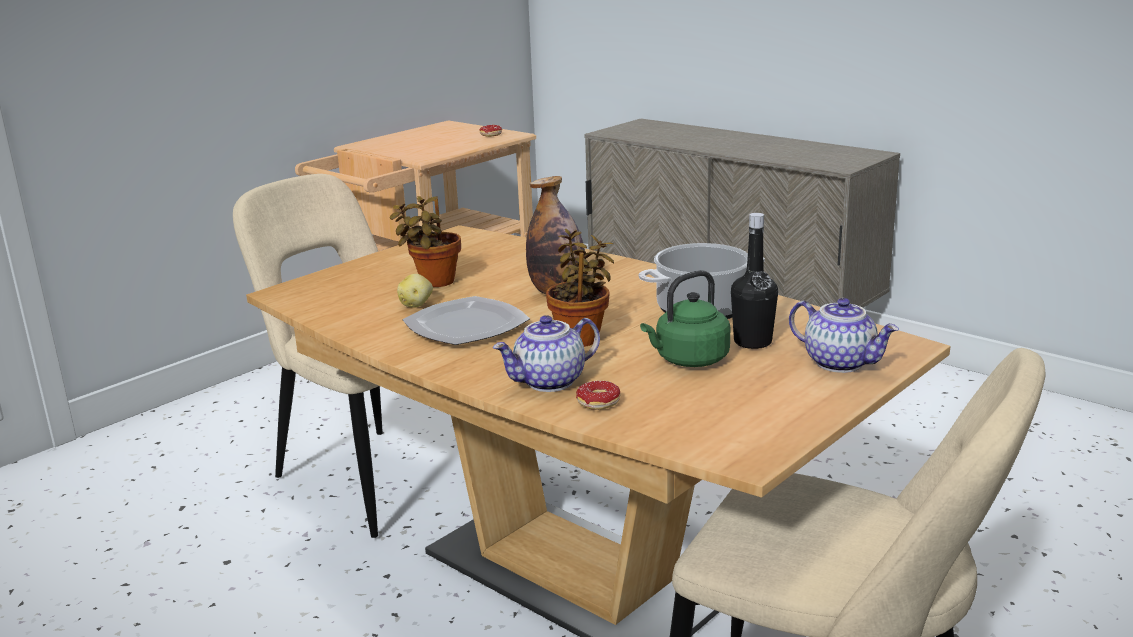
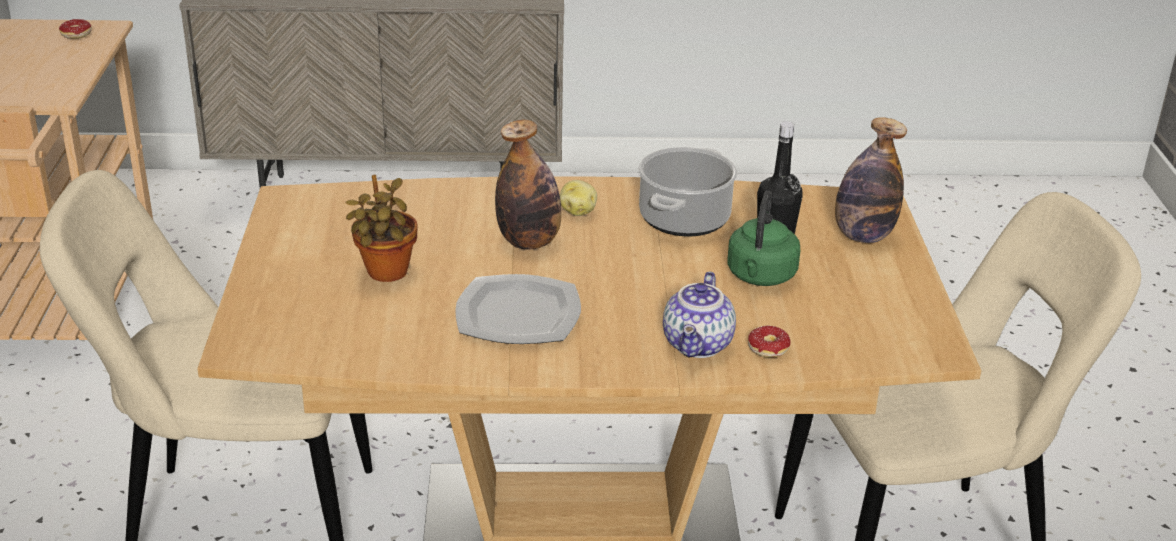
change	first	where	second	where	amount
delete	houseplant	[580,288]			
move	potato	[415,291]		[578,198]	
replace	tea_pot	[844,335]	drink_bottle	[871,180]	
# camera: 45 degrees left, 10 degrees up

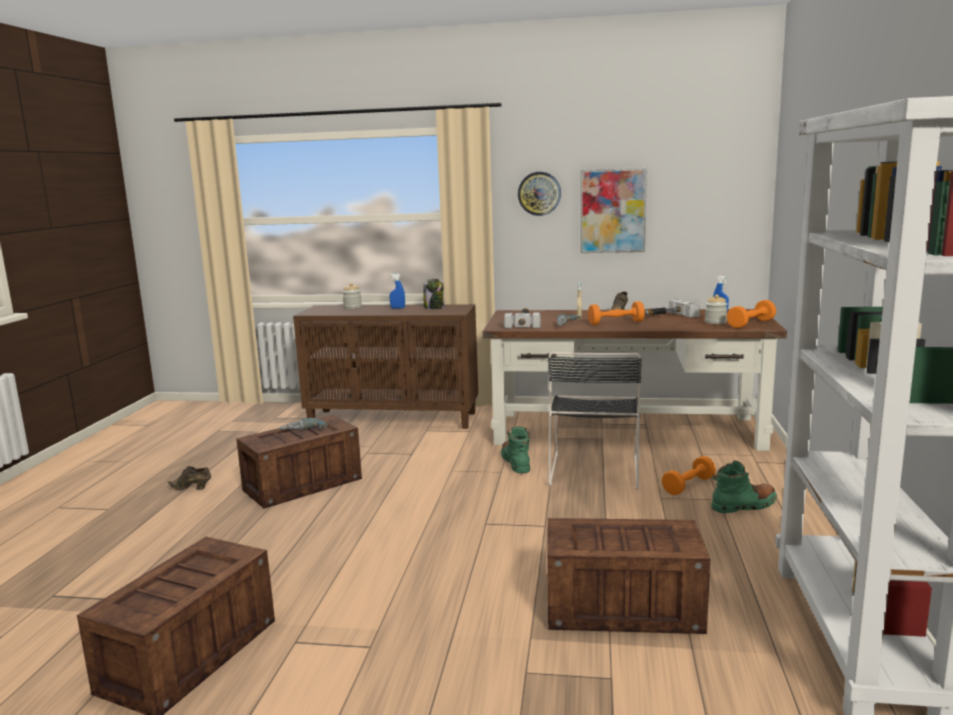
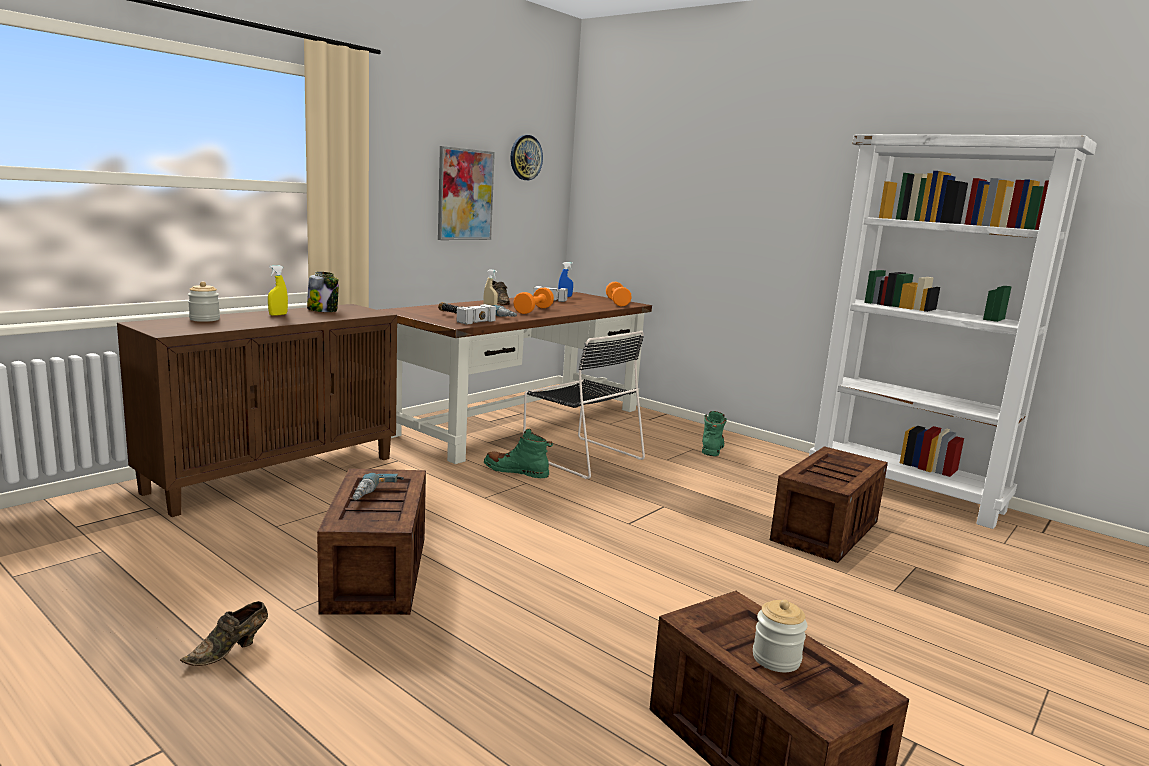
change	first	where	second	where	amount
delete	orange-coloured_free_weight	[689,475]			
move	hanging_clock	[539,194]		[527,157]	
move	jar	[716,309]		[780,635]	
recolor	blue_sprayer	[397,291]	yellow_sprayer	[278,290]	
# camera: 60 degrees left, 0 degrees up

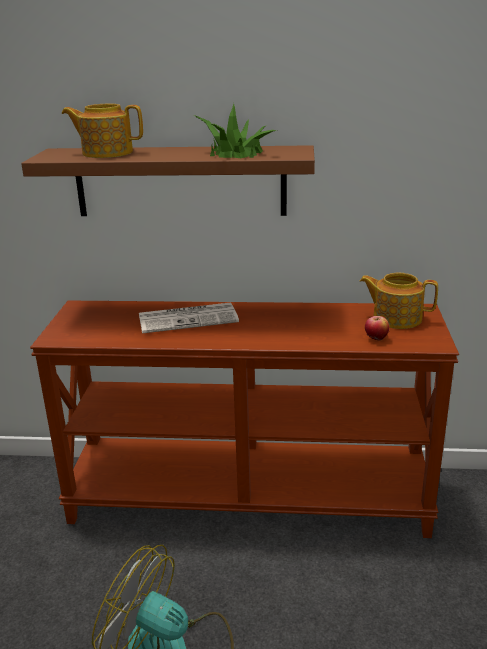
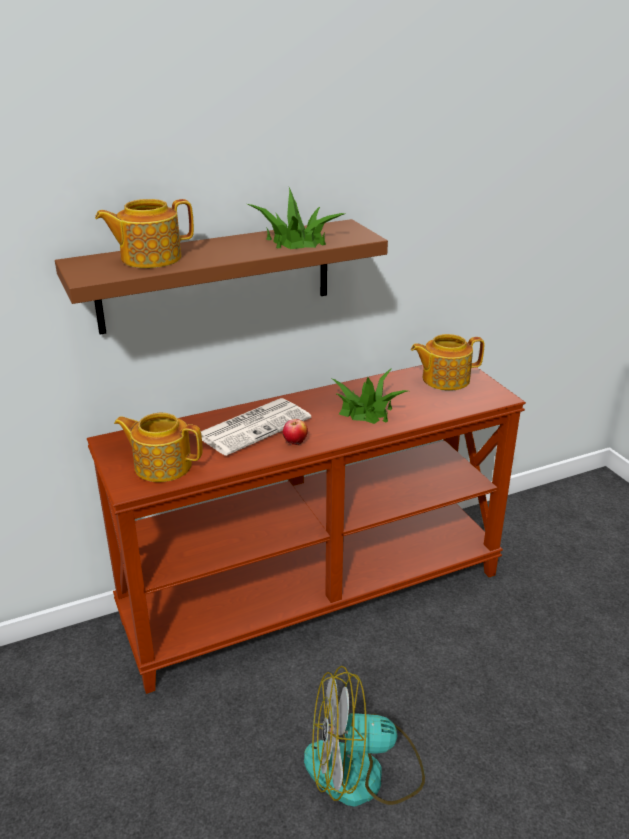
change	first	where	second	where	amount
insert			tea_pot	[158,447]	
insert			houseplant	[370,396]	
move	apple	[377,328]		[295,432]	
# camera: 30 degrees left, 5 degrees up

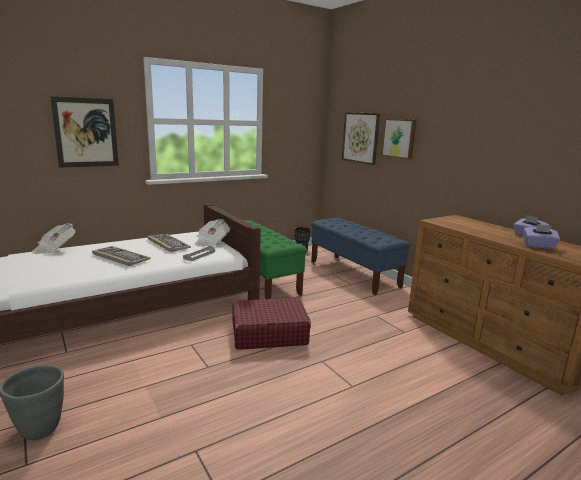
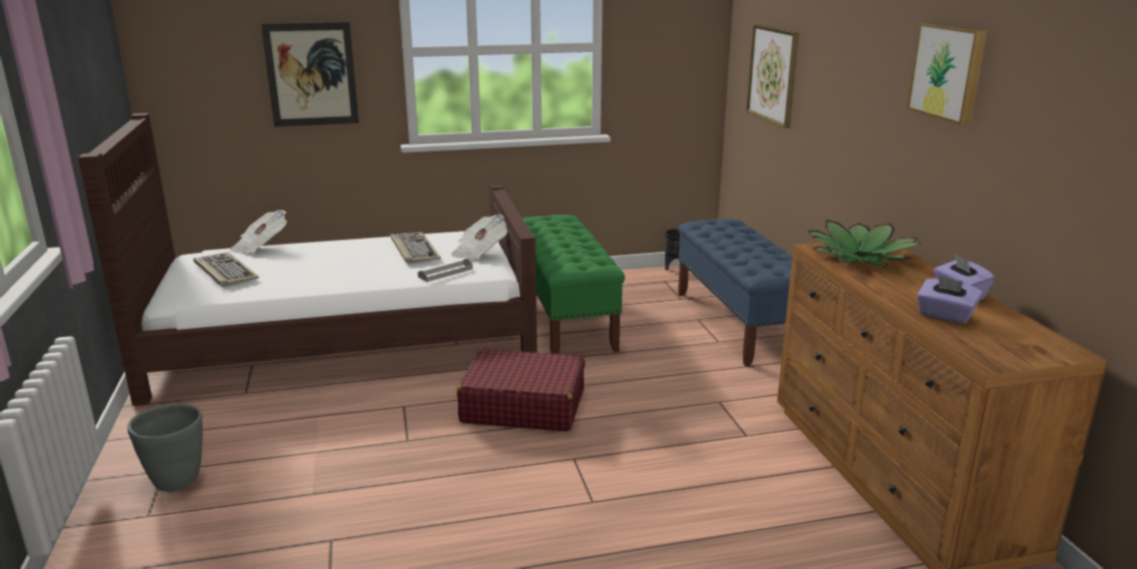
change	first	where	second	where	amount
insert			houseplant	[865,243]	
move	keyboard	[121,256]		[226,269]	
move	wall_art	[399,139]		[947,73]	
# camera: 20 degrees right, 5 degrees up

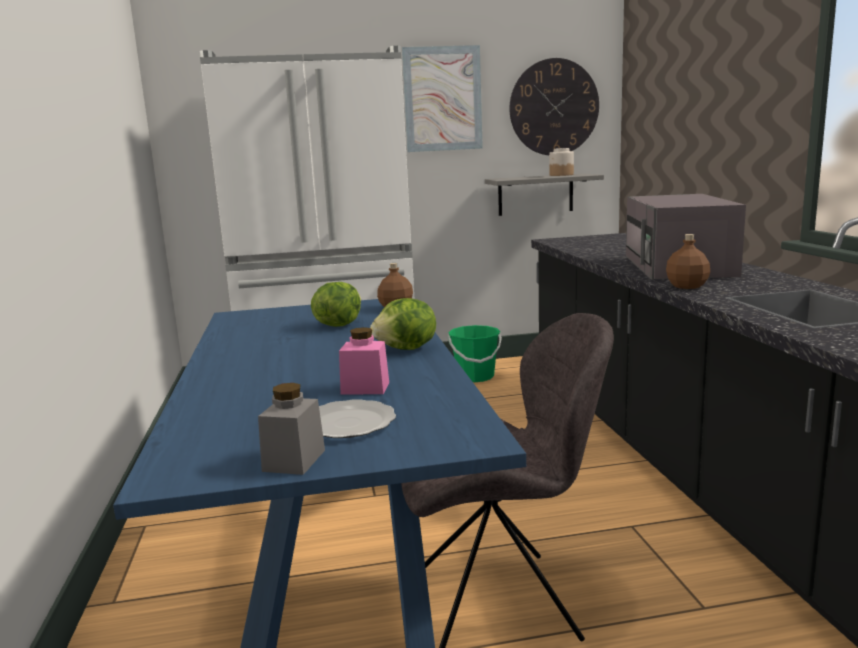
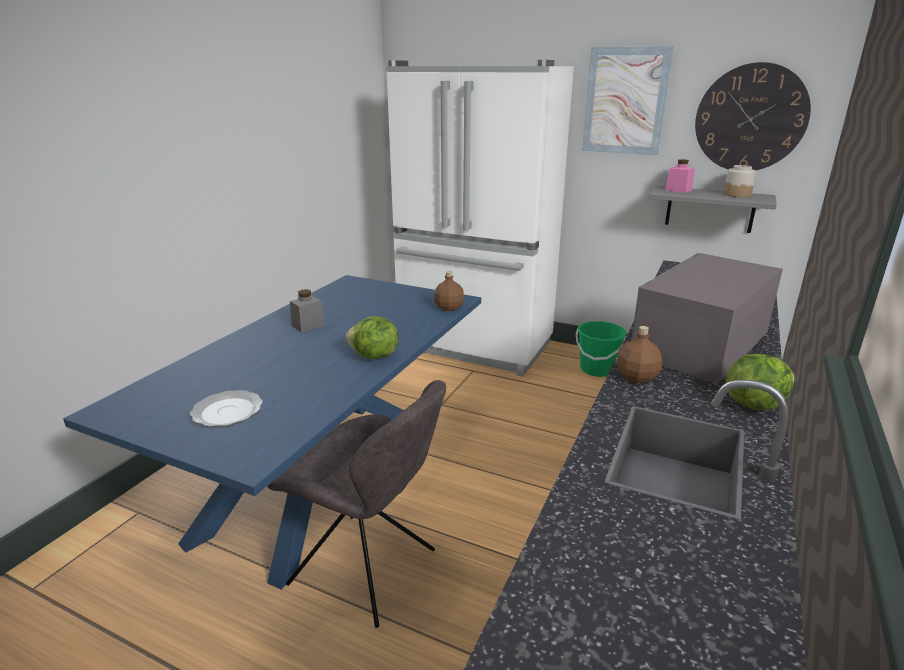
change	first	where	second	where	amount
move	gray_jar	[291,429]		[307,311]	
move	head_of_lettuce	[336,304]		[760,382]	
move	pink-coloured_jar	[364,360]		[680,176]	
# camera: 35 degrees right, 10 degrees up

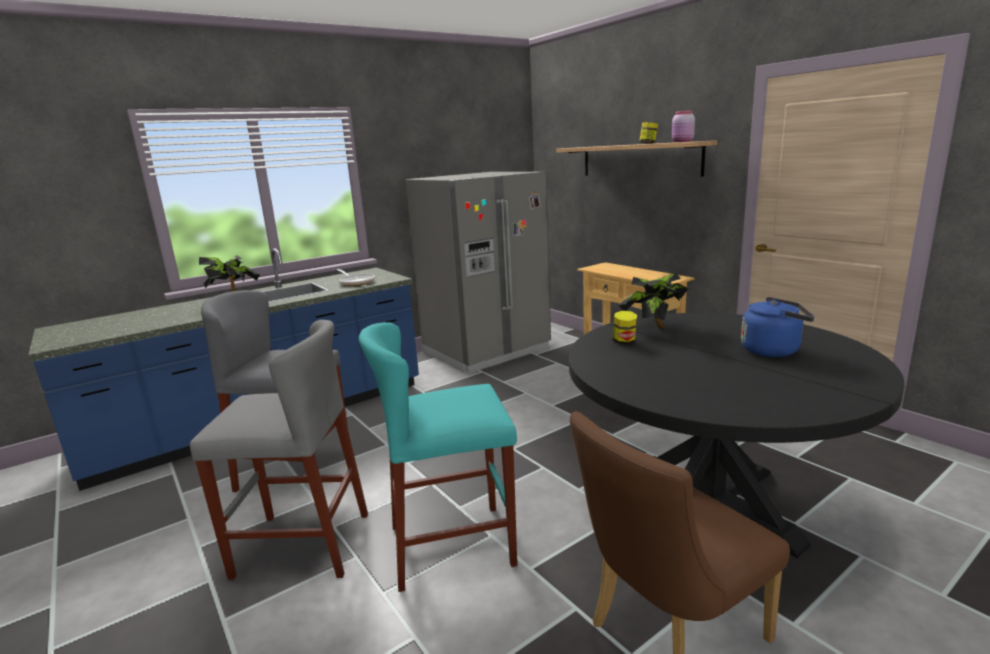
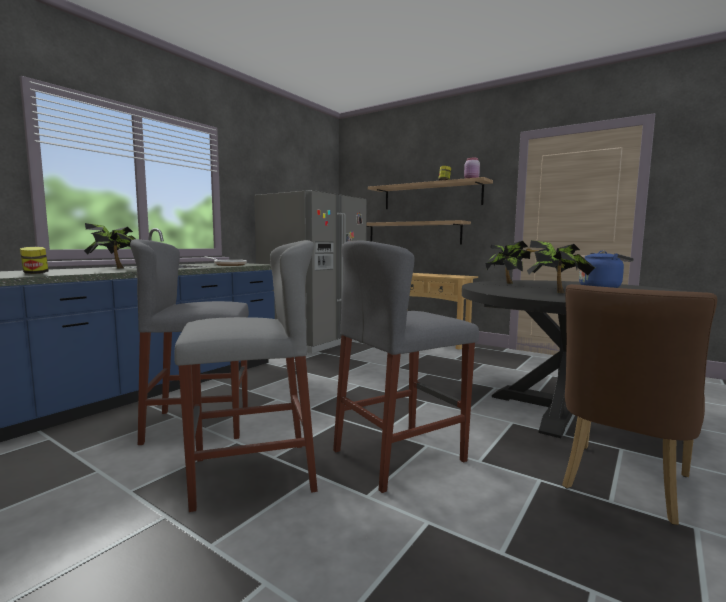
change	first	where	second	where	amount
insert			shelf	[419,232]	
insert			houseplant	[561,266]	
move	jar	[625,328]		[34,260]	
recolor	turquoise_stool_seat	[438,457]	gray_stool_seat	[406,366]	
# camera: 20 degrees left, 10 degrees down

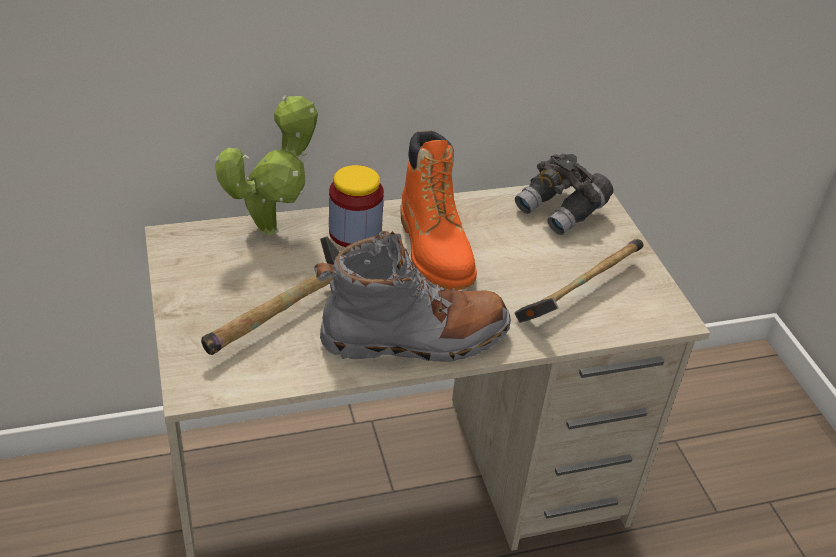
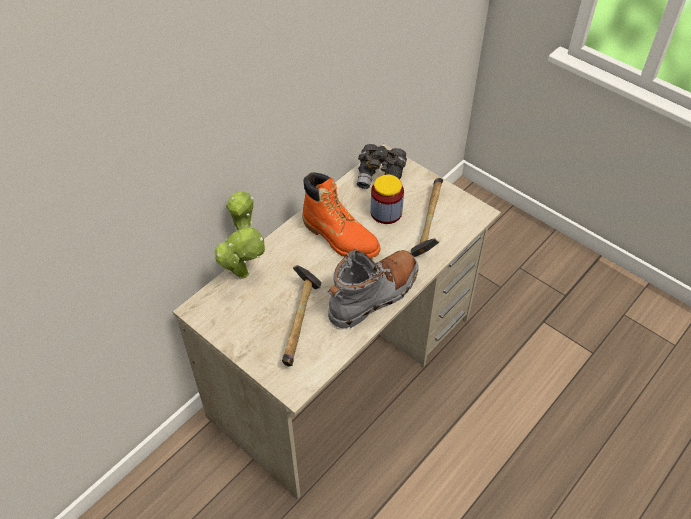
change	first	where	second	where	amount
move	jar	[356,206]		[387,199]	
# camera: 30 degrees left, 10 degrees up

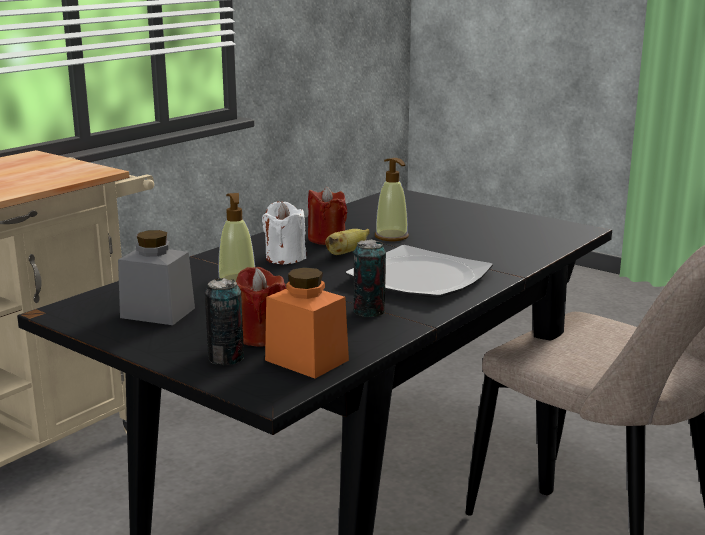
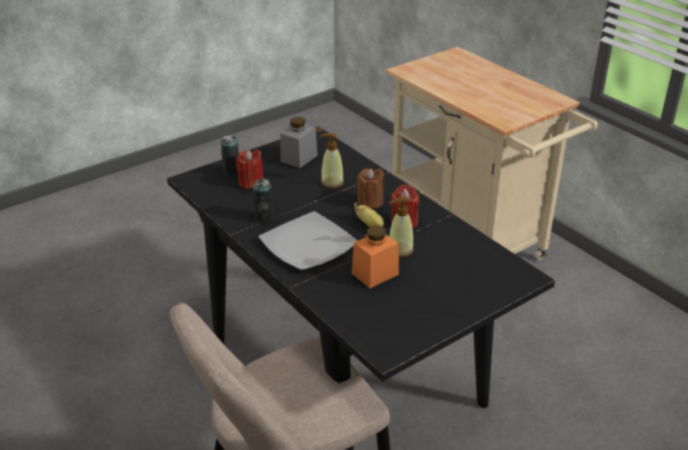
change	first	where	second	where	amount
move	orange-coloured_jar	[307,322]		[375,257]	
recolor	whitish_wax_candle	[284,232]	brownish_wax_candle	[370,188]	
# camera: 105 degrees right, 15 degrees up

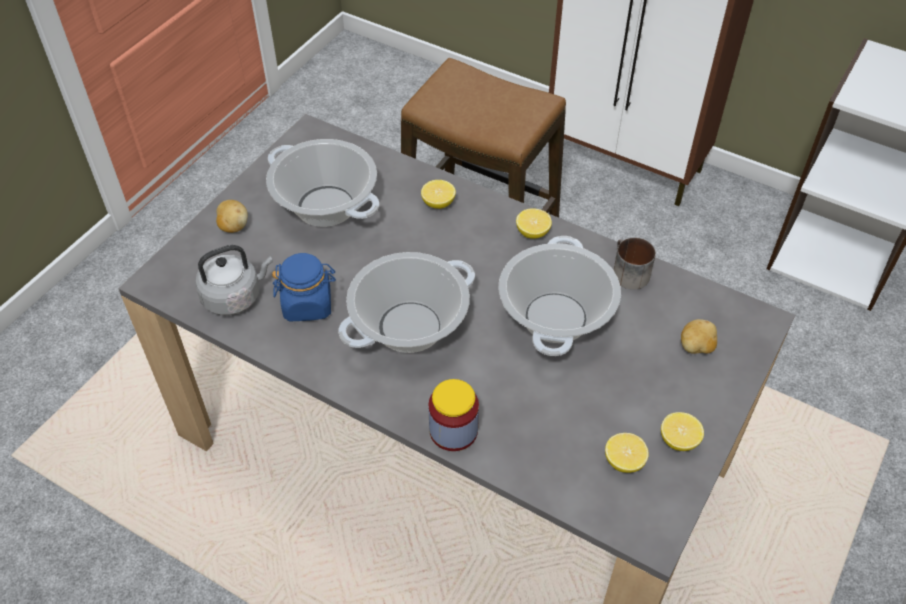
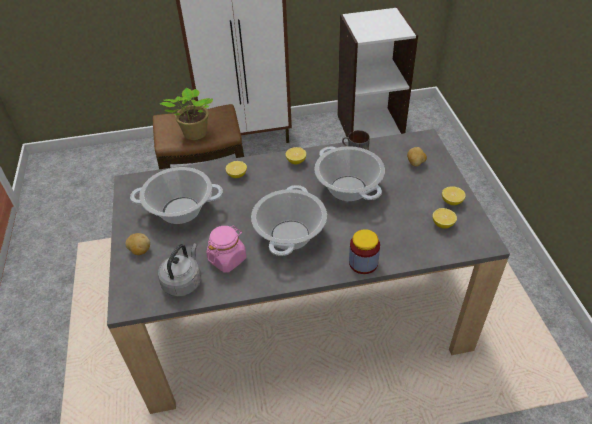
change	first	where	second	where	amount
insert			houseplant	[186,114]	
recolor	blue_jar	[304,287]	pink-coloured_jar	[226,249]	
# camera: 40 degrees left, 5 degrees down

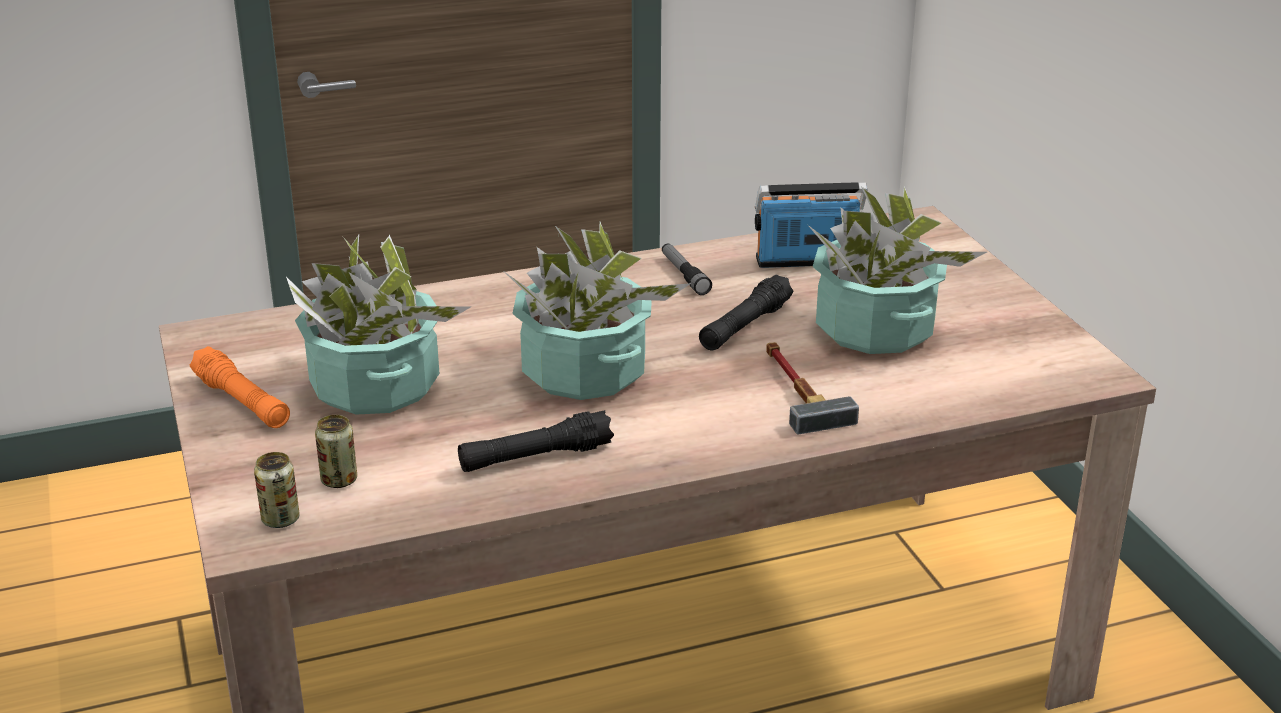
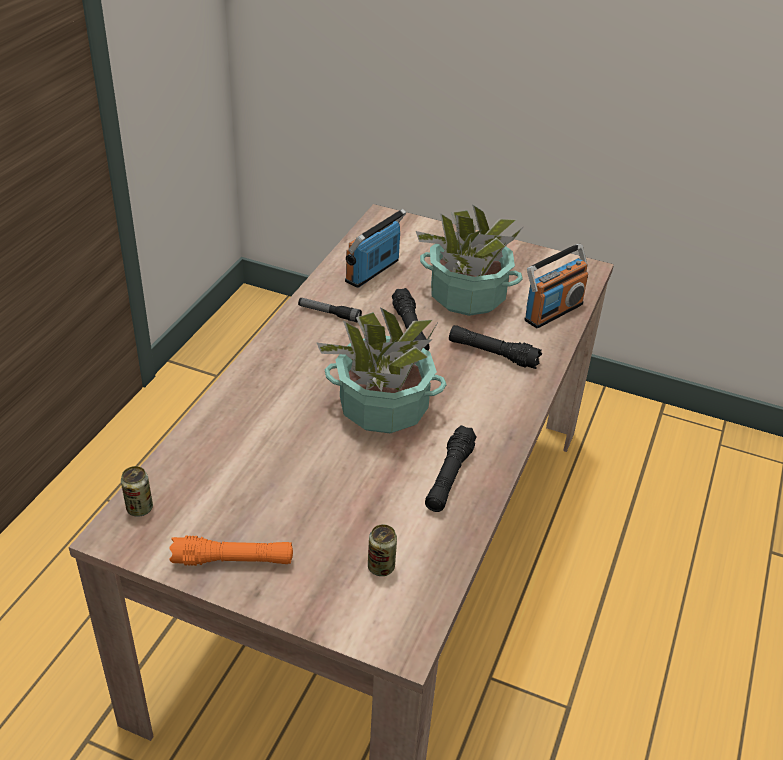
change	first	where	second	where	amount
delete	houseplant	[378,325]			
insert			radio_set	[556,286]	
move	metal_can	[277,490]		[137,491]	
replace	hand_hammer	[812,388]	black-coloured_flashlight	[495,347]	
# camera: 50 degrees left, 10 degrees up

